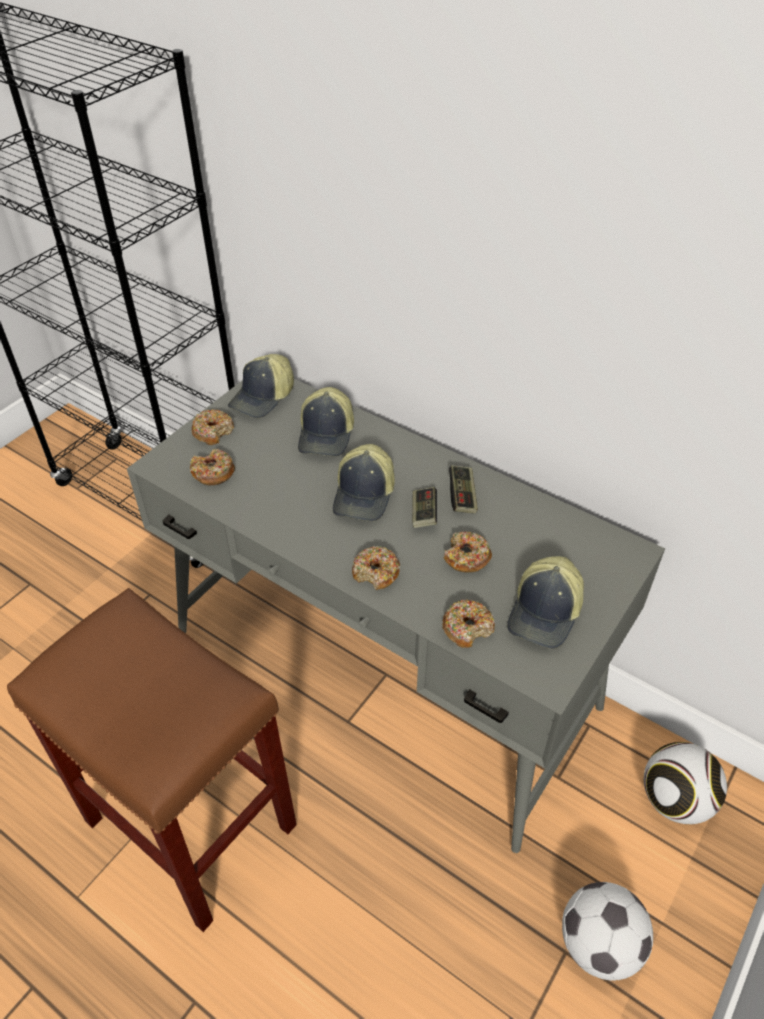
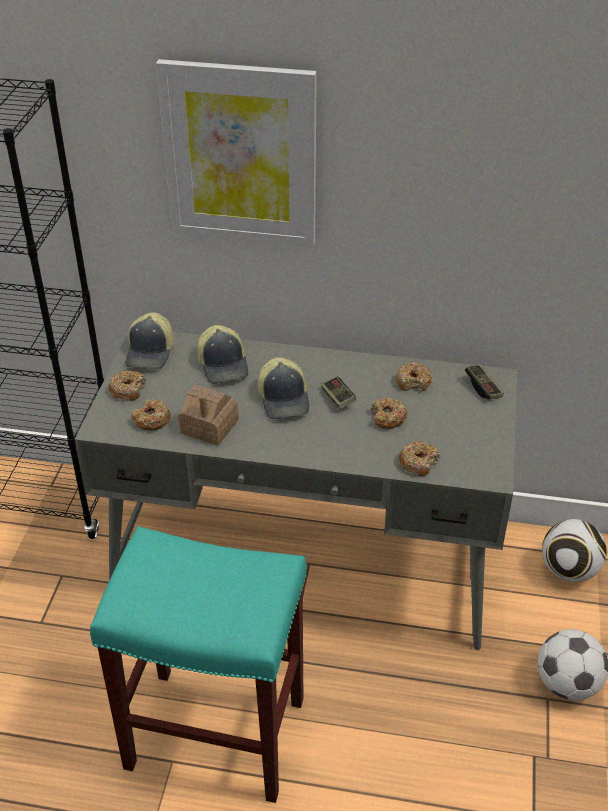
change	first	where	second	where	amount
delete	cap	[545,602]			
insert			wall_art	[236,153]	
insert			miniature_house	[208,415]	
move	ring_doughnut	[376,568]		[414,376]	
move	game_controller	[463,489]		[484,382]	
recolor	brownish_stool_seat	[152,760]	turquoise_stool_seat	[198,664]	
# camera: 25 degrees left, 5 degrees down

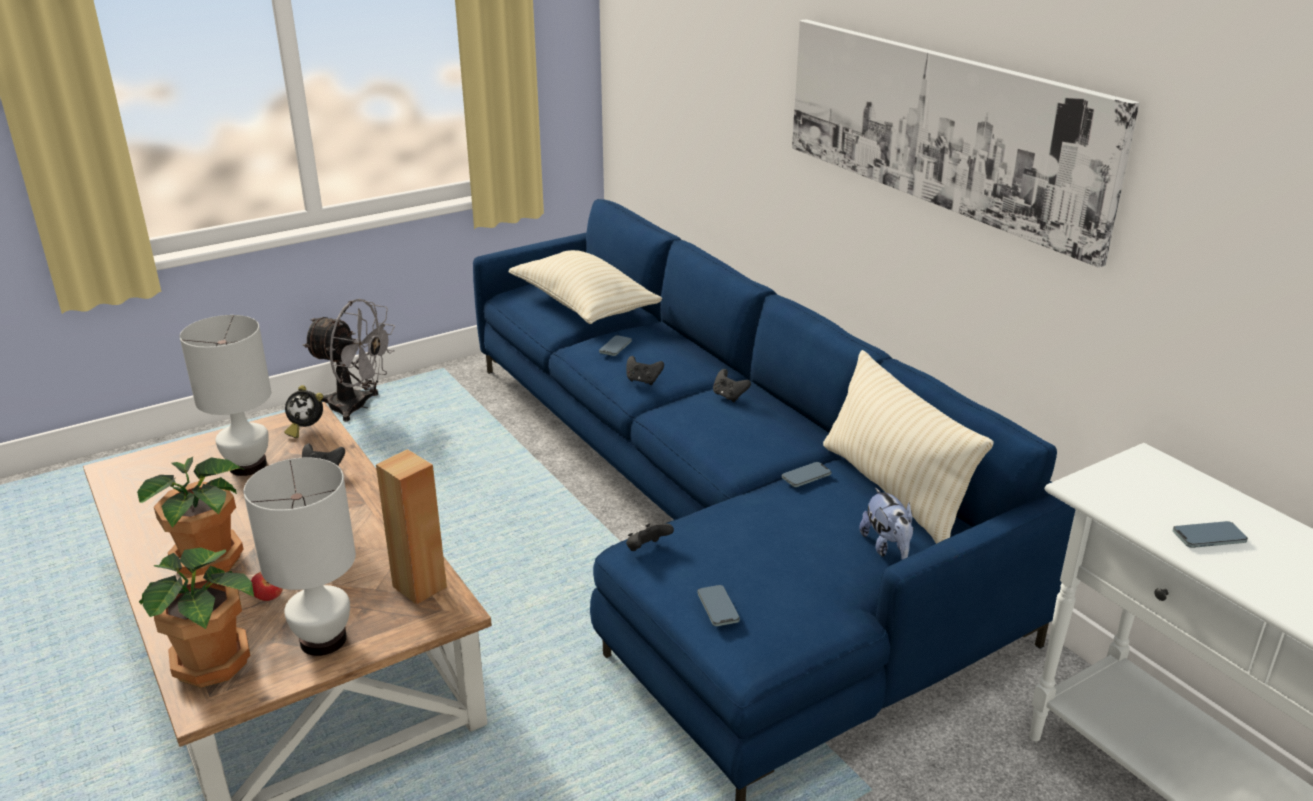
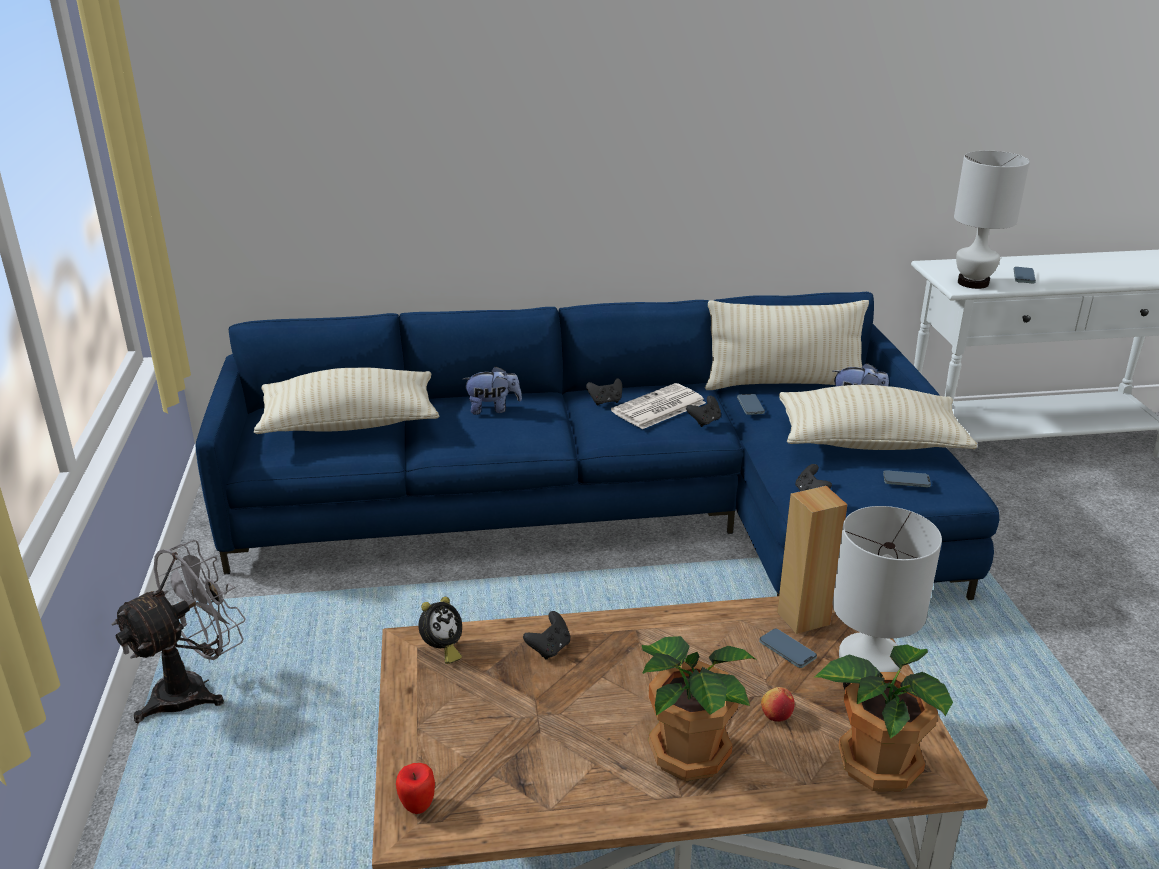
change	first	where	second	where	amount
delete	wall_art	[966,143]			
insert			apple	[415,788]	
insert			plush_toy	[492,390]	
insert			printed_paper	[658,406]	
insert			beige_cushion	[878,417]	
move	whitish_lamp_for_a_table	[225,395]		[992,220]	
move	handset	[615,345]		[788,648]	
move	black-coloured_game_controller	[645,370]		[703,411]	
# camera: 65 degrees left, 0 degrees up

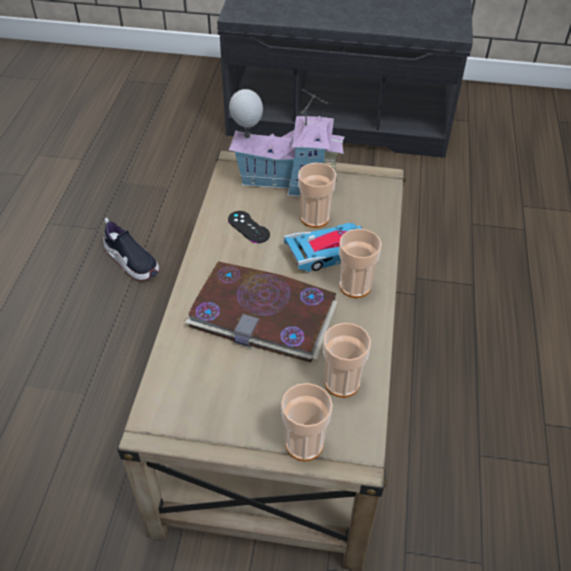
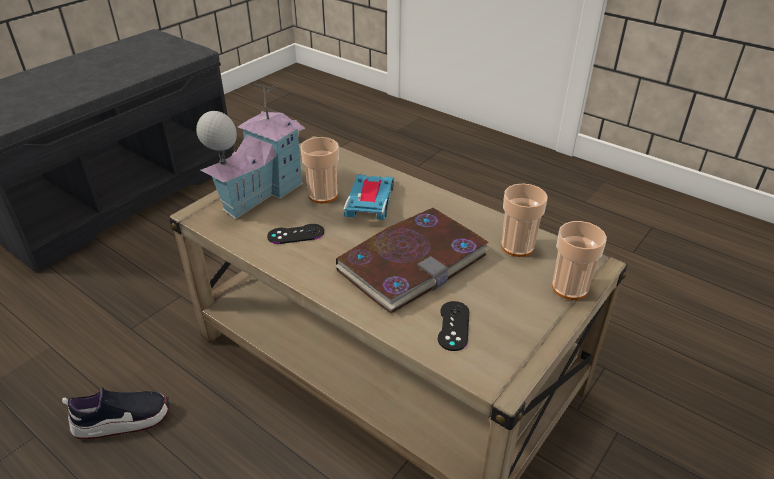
change	first	where	second	where	amount
delete	small_cup	[360,263]			
insert			black-coloured_game_controller	[453,326]	
# camera: 60 degrees left, 10 degrees down

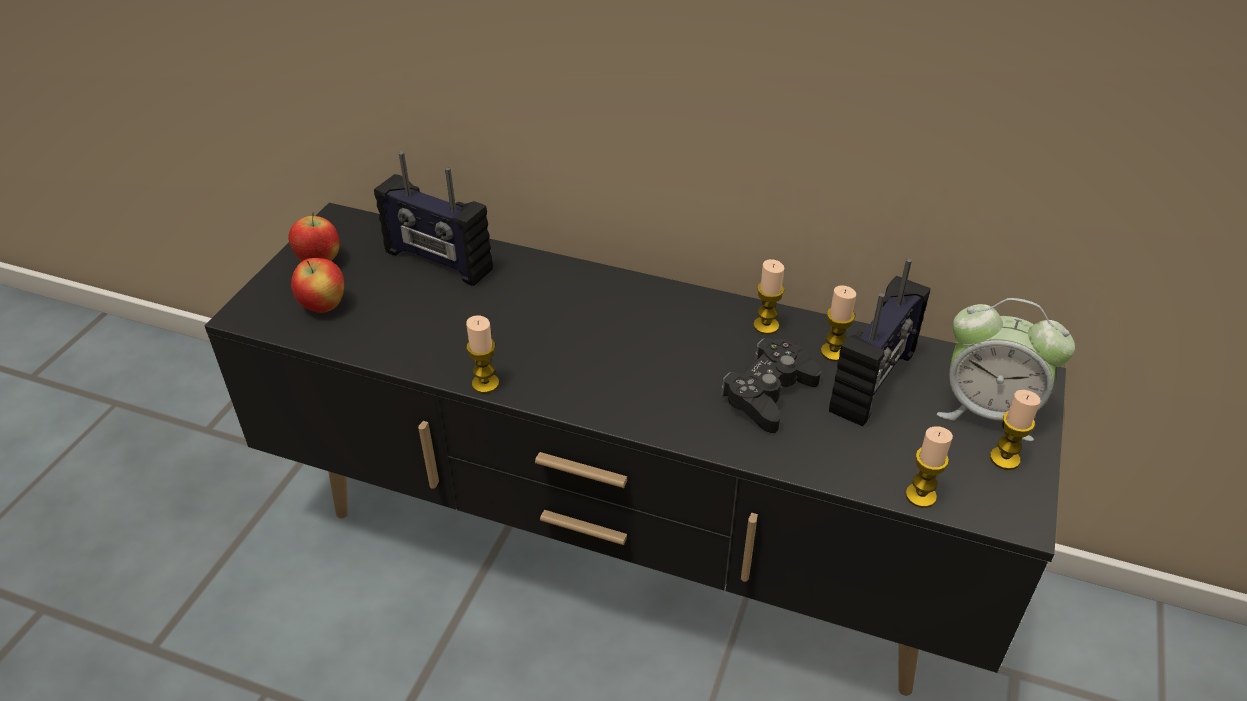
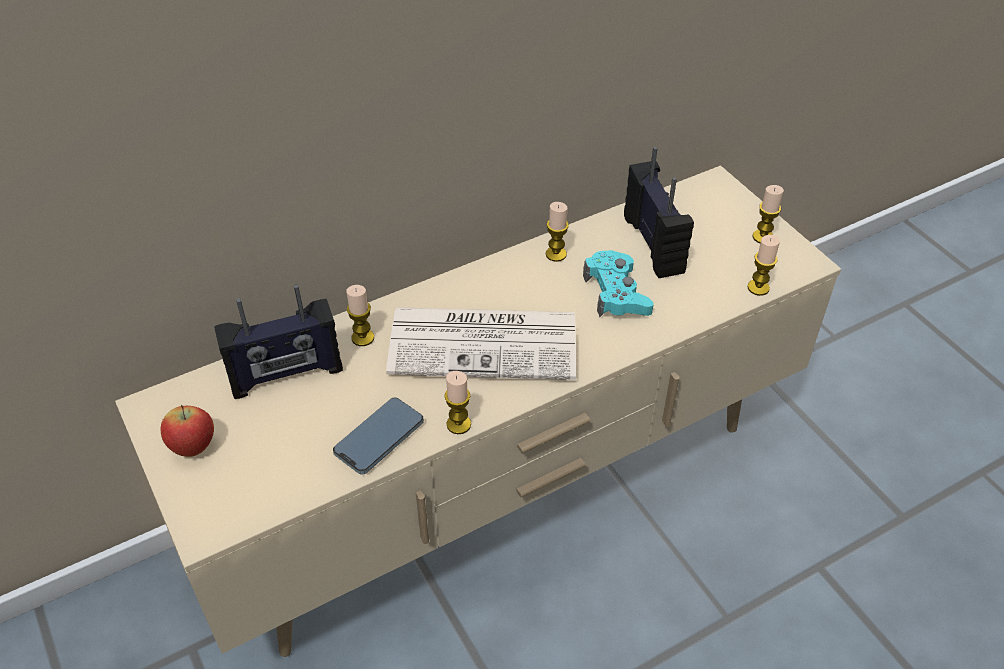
change	first	where	second	where	amount
delete	apple	[317,285]			
delete	alarm_clock	[1006,369]			
insert			handset	[378,436]	
insert			printed_paper	[481,343]	
move	wax_candle	[838,323]		[360,315]	
recolor	black-coloured_tv_unit	[635,449]	beige_tv_unit	[478,411]	
recolor	black-coloured_game_controller	[771,385]	turquoise_game_controller	[618,283]	
# camera: 50 degrees left, 5 degrees up

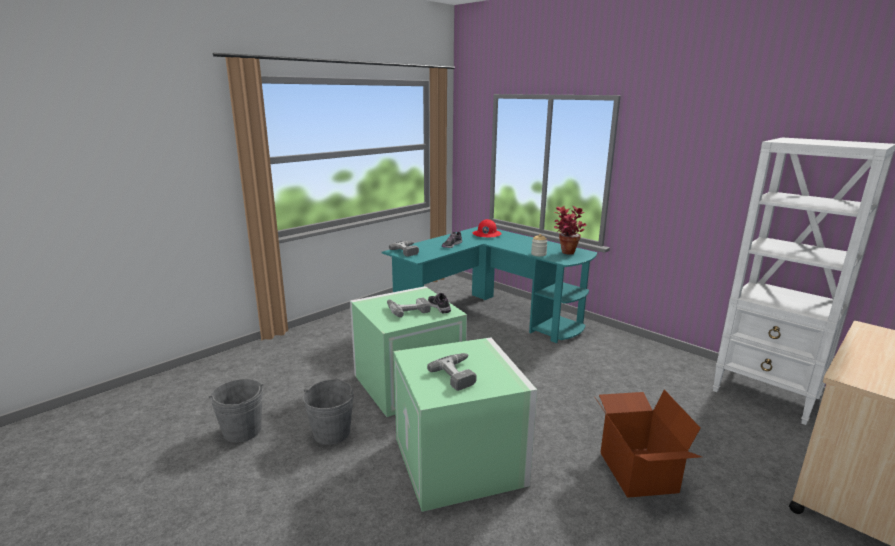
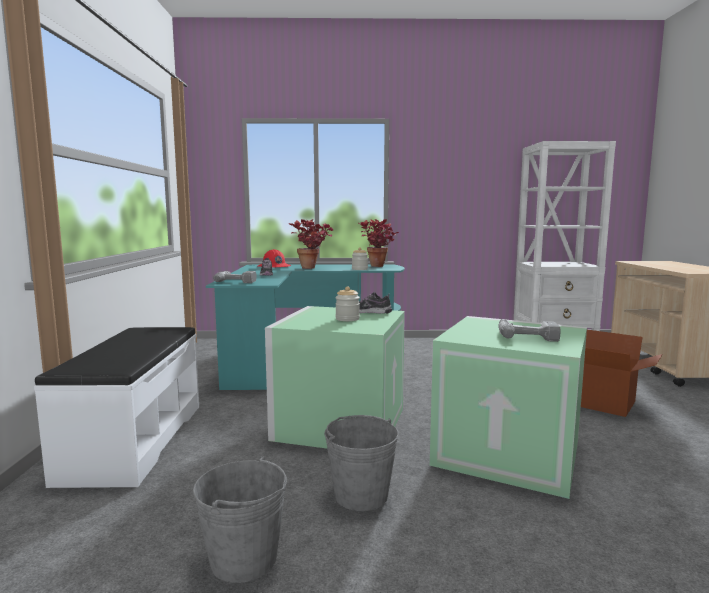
change	first	where	second	where	amount
insert			whitish_long_seat	[116,407]	
insert			houseplant	[311,244]	
replace	electric_drill	[408,307]	jar	[347,303]	
# camera: 45 degrees left, 10 degrees down

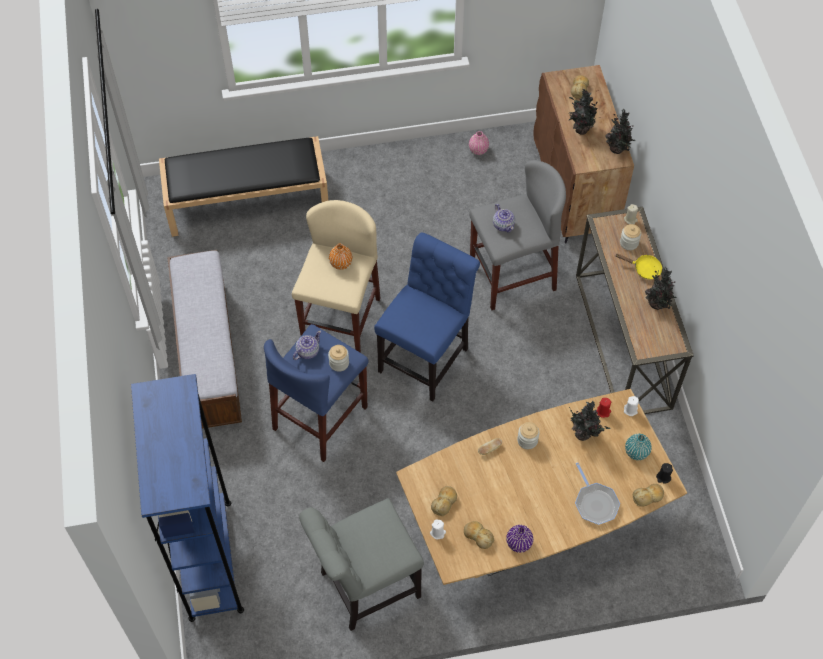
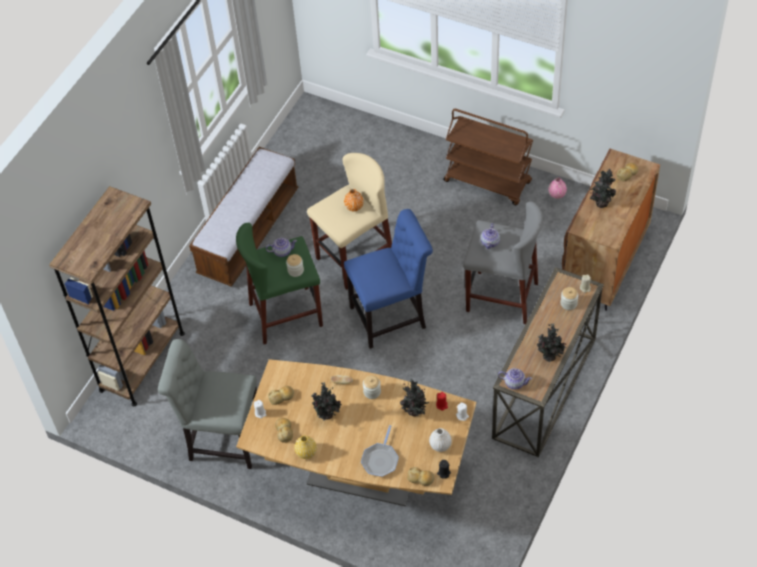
change	first	where	second	where	amount
delete	black-coloured_long_seat	[243,186]			
delete	yellow_pan	[639,267]			
insert			brownish_cart	[488,157]	
insert			tea_pot	[515,379]	
move	houseplant	[620,131]		[326,401]	
recolor	blue_bookshelf	[187,498]	brownish_bookshelf	[117,296]	
recolor	blue_stool_seat	[316,393]	green-coloured_stool_seat	[279,283]	
recolor	purple-coloured_flower_vase	[519,539]	yellow_flower_vase	[305,447]	
recolor	turquoise_flower_vase	[638,447]	whitish_flower_vase	[440,440]	
# camera: 40 degrees right, 5 degrees down

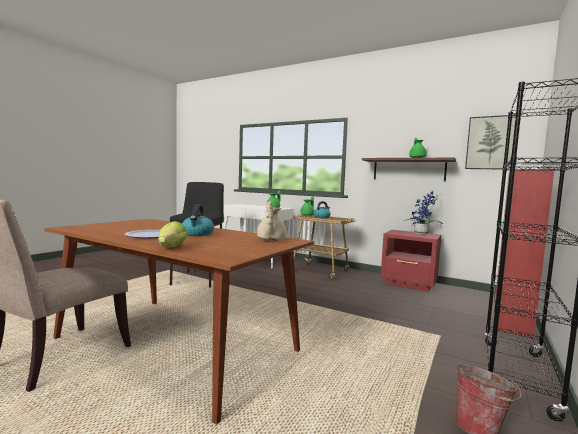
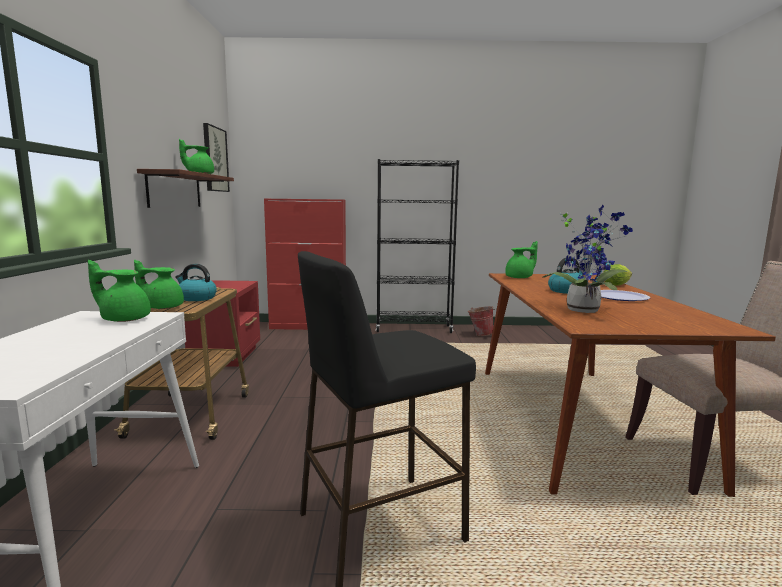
change	first	where	second	where	amount
move	houseplant	[423,213]		[587,259]	
recolor	beige_tea_pot	[271,221]	green-coloured_tea_pot	[521,259]	
# camera: 120 degrees left, 5 degrees up

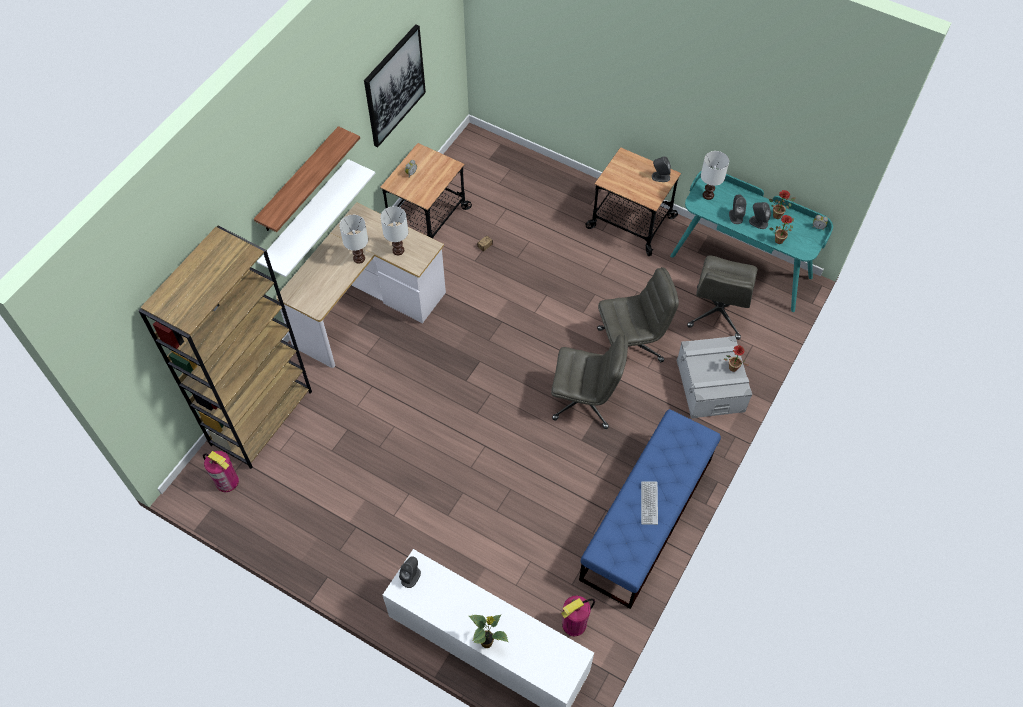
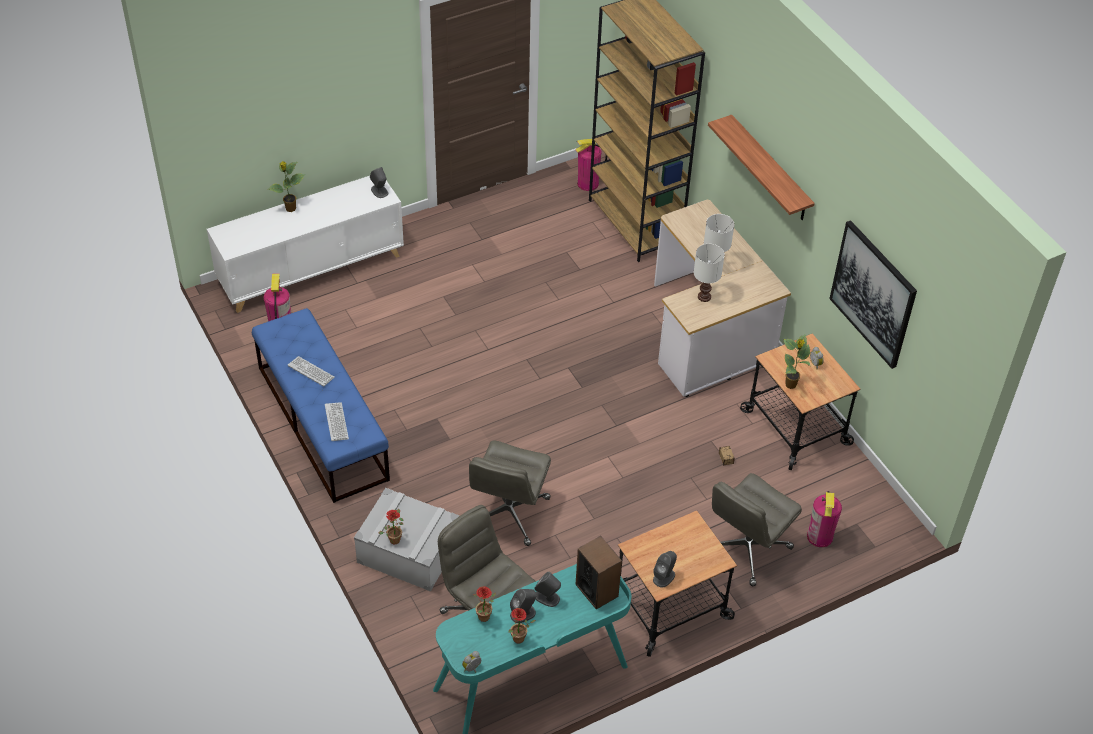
change	first	where	second	where	amount
delete	whitish_shelf	[316,218]			
insert			keyboard	[337,421]	
insert			houseplant	[797,361]	
insert			fire_extinguisher	[824,519]	
move	gray_desk_chair	[589,382]		[757,529]	
replace	whitish_lamp_for_a_table	[715,175]	speaker	[598,572]	
# camera: 120 degrees right, 10 degrees down

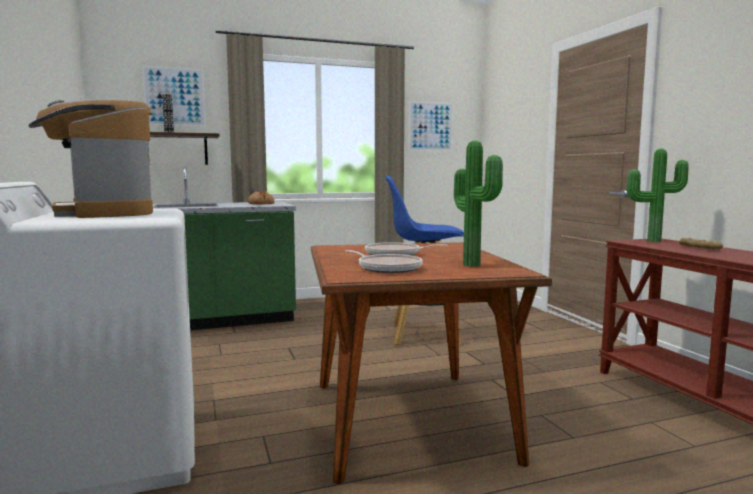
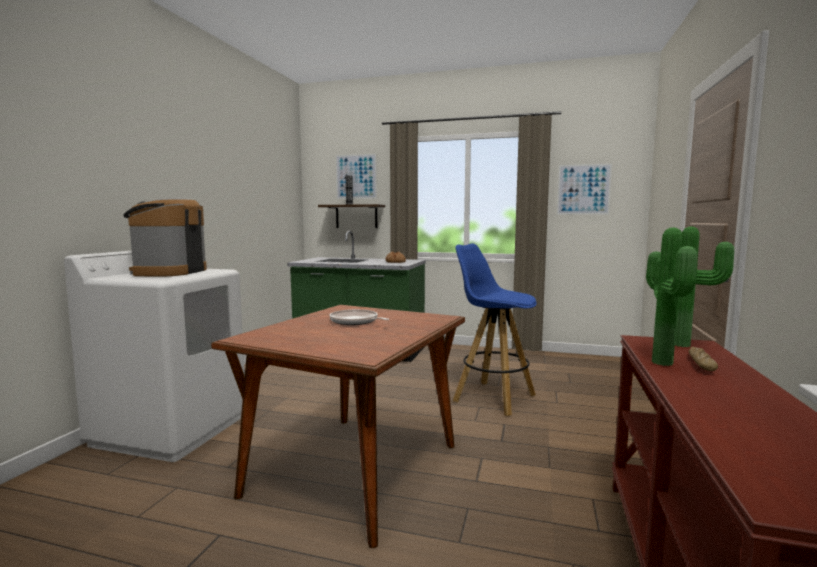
change	first	where	second	where	amount
delete	pan	[384,261]			
move	houseplant	[478,204]		[675,296]	
# camera: 35 degrees right, 0 degrees up

